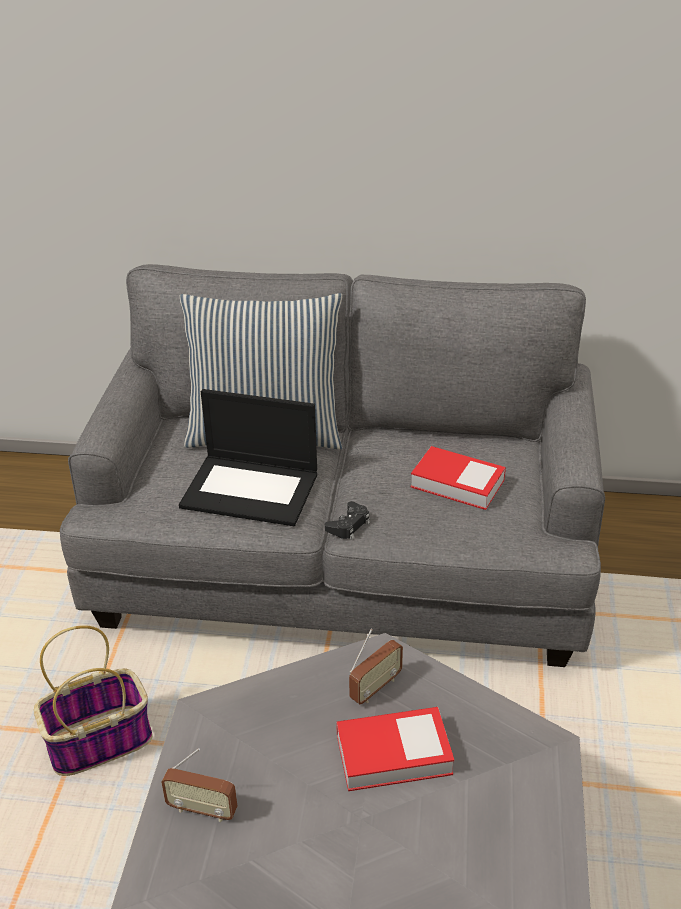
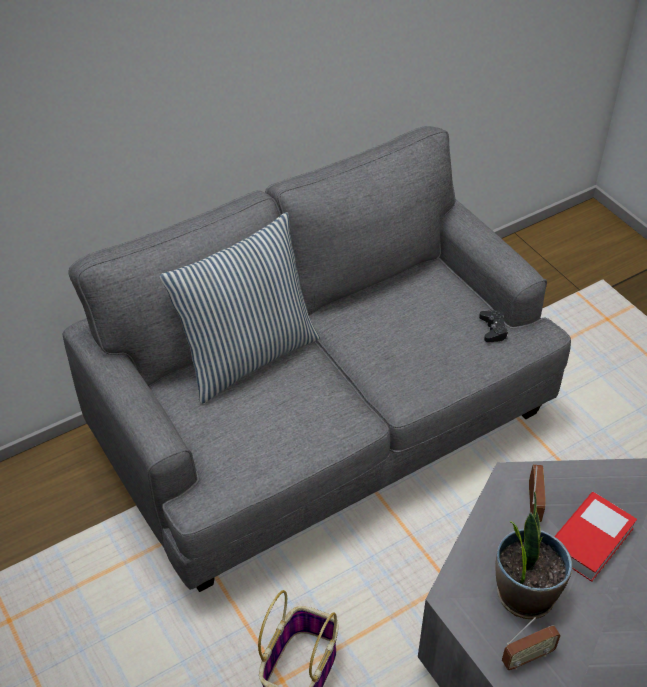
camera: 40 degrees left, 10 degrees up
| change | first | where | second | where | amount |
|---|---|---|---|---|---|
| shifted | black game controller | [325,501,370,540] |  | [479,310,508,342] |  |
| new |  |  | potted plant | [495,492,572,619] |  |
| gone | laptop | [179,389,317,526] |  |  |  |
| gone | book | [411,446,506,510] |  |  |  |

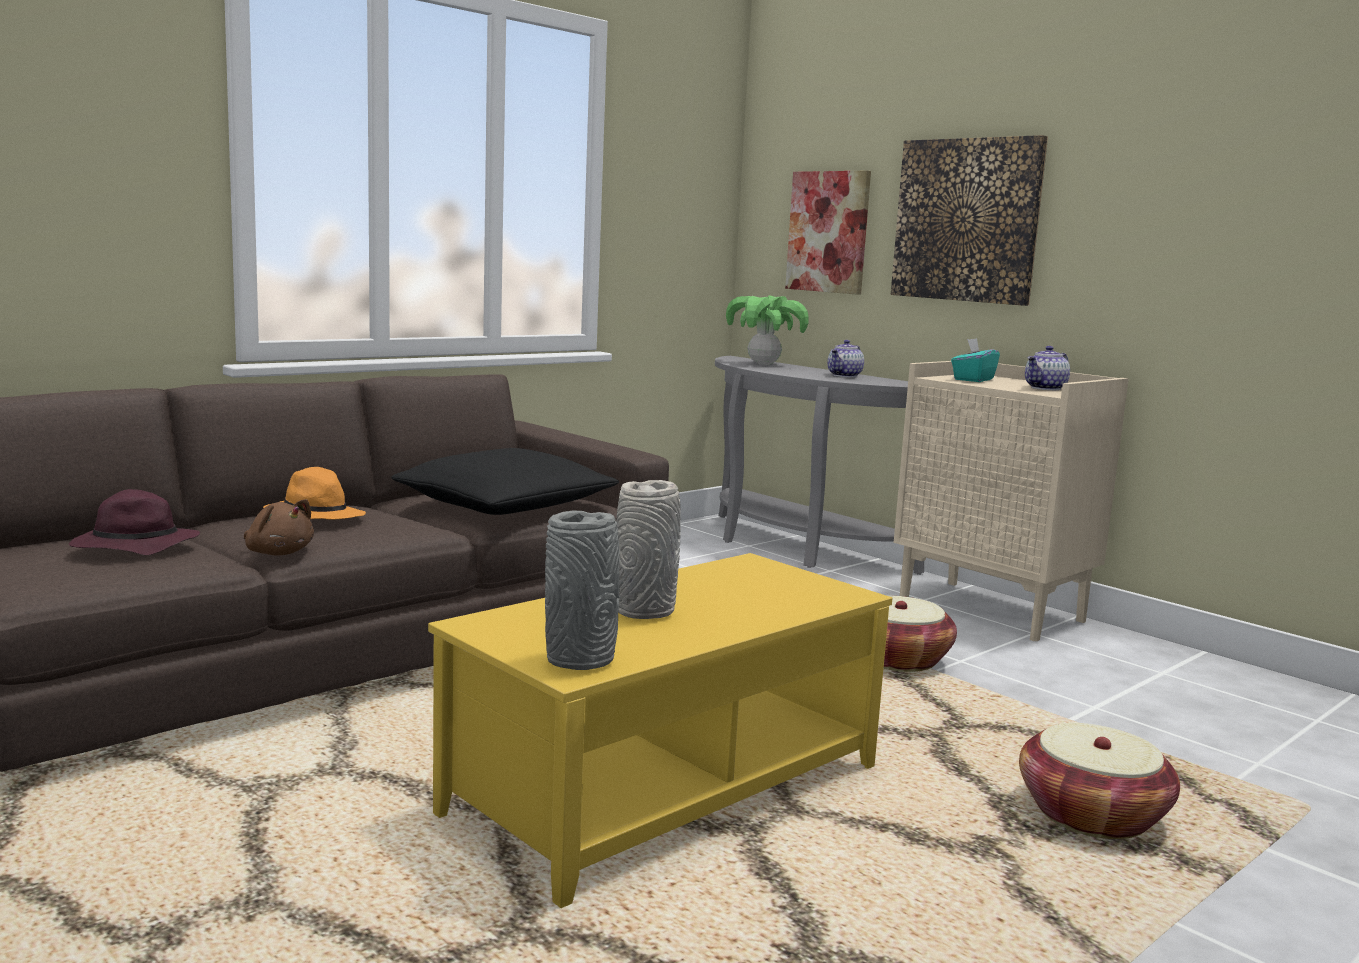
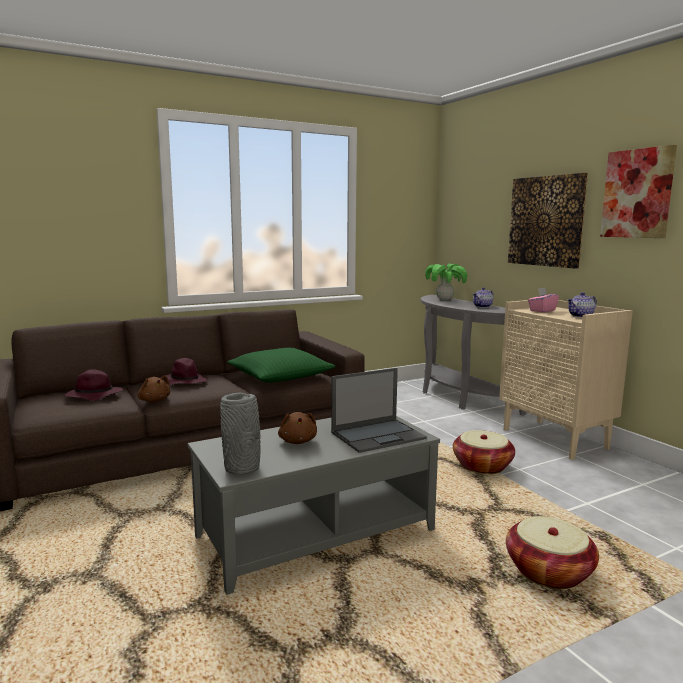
camera: 15 degrees right, 0 degrees up
| change | first | where | second | where | amount |
|---|---|---|---|---|---|
| repainted | orange hat | [263,467,366,519] | purple hat | [161,358,208,385] |  |
| repainted | yellow coffee table | [428,553,892,908] | grey coffee table | [188,416,440,595] |  |
| repainted | black pillow | [392,448,619,515] | green pillow | [227,348,335,383] |  |
| swapped | grey vase | [616,480,681,619] | brown plush toy | [278,412,317,444] |  |
| new |  |  | laptop | [331,368,427,453] |  |
| repainted | turquoise tissue box | [951,338,1000,382] | pink tissue box | [528,288,559,312] |  |
| shifted | picture | [785,171,871,295] |  | [600,145,677,238] |  |

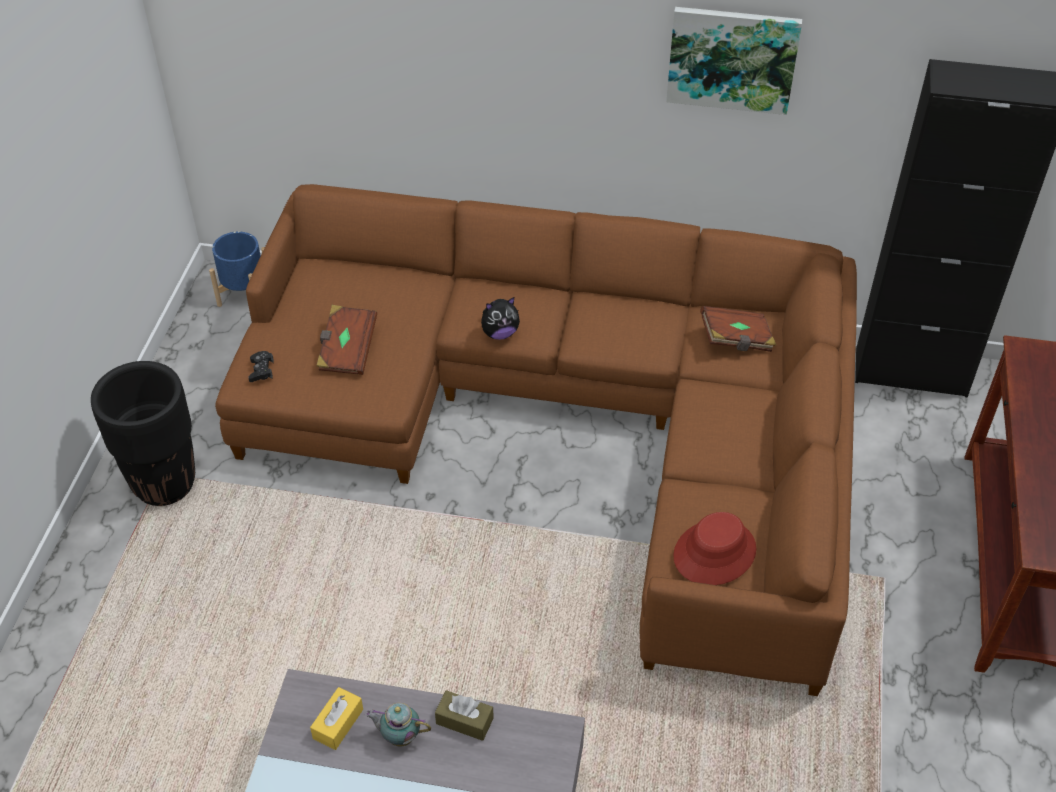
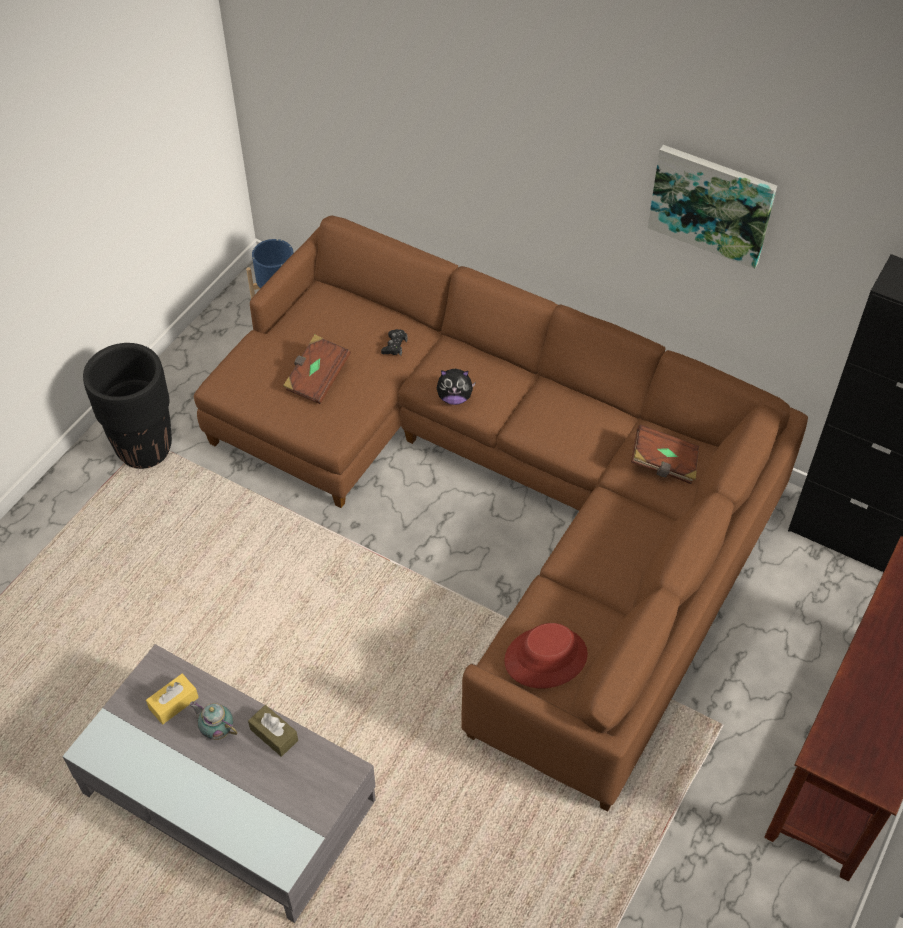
camera: 20 degrees right, 5 degrees up
| change | first | where | second | where | amount |
|---|---|---|---|---|---|
| shifted | black game controller | [248,351,274,382] |  | [381,329,408,356] |  |

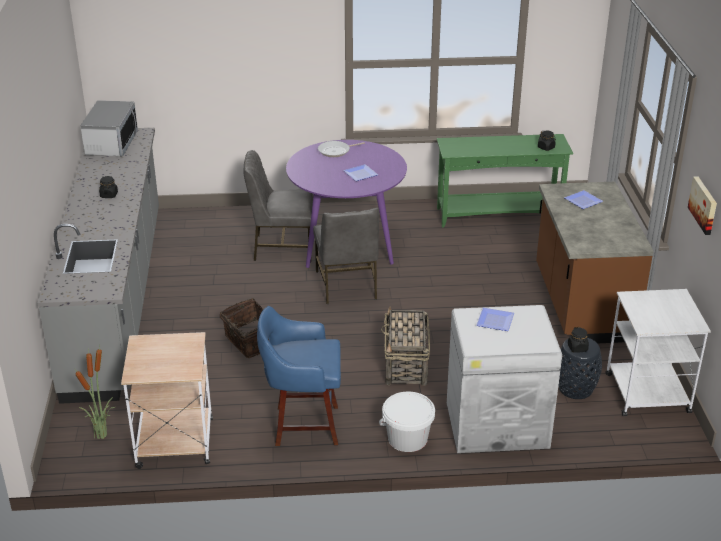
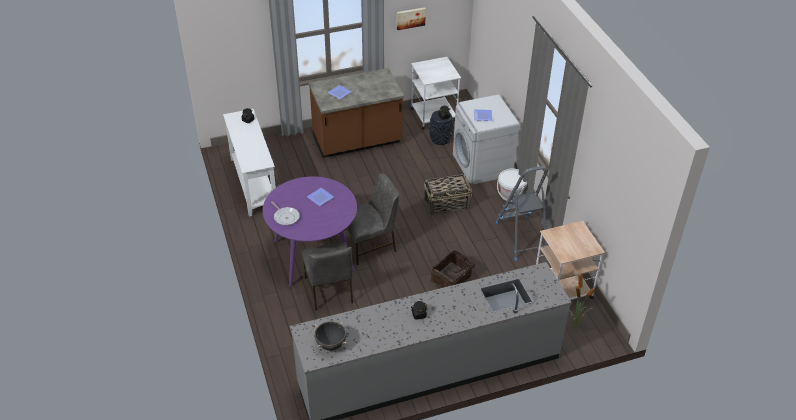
camera: 105 degrees left, 10 degrees up
| change | first | where | second | where | amount |
|---|---|---|---|---|---|
| repainted | green console table | [437,134,573,228] | white console table | [223,109,276,217] |  |
| swapped | microwave | [80,100,138,156] | black cooking pot | [315,321,346,351] |  |
| swapped | blue stool | [257,306,341,446] | grey step ladder | [496,166,548,261] |  |

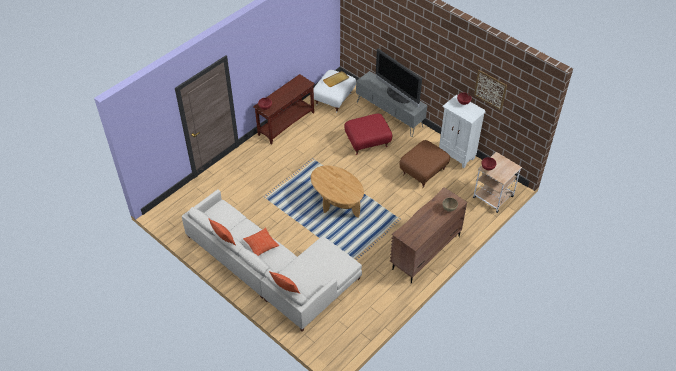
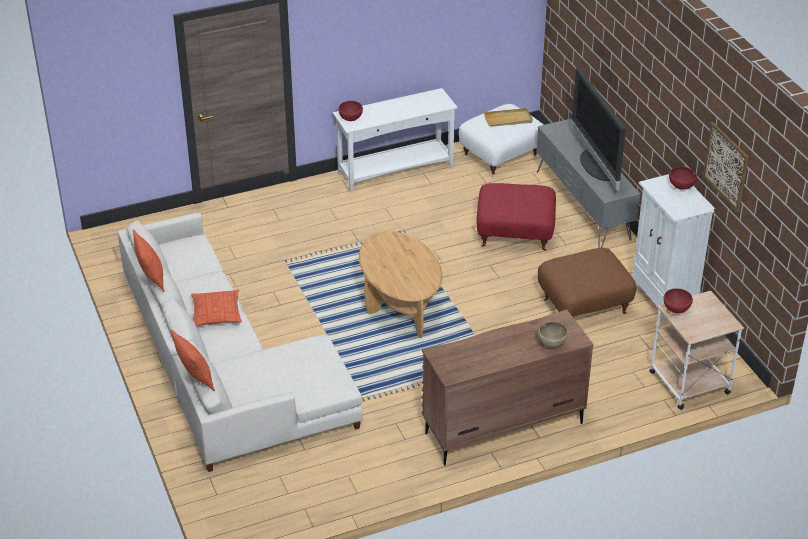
camera: 25 degrees right, 10 degrees down
| change | first | where | second | where | amount |
|---|---|---|---|---|---|
| repainted | brown console table | [253,74,315,145] | white console table | [333,88,458,192] |  |

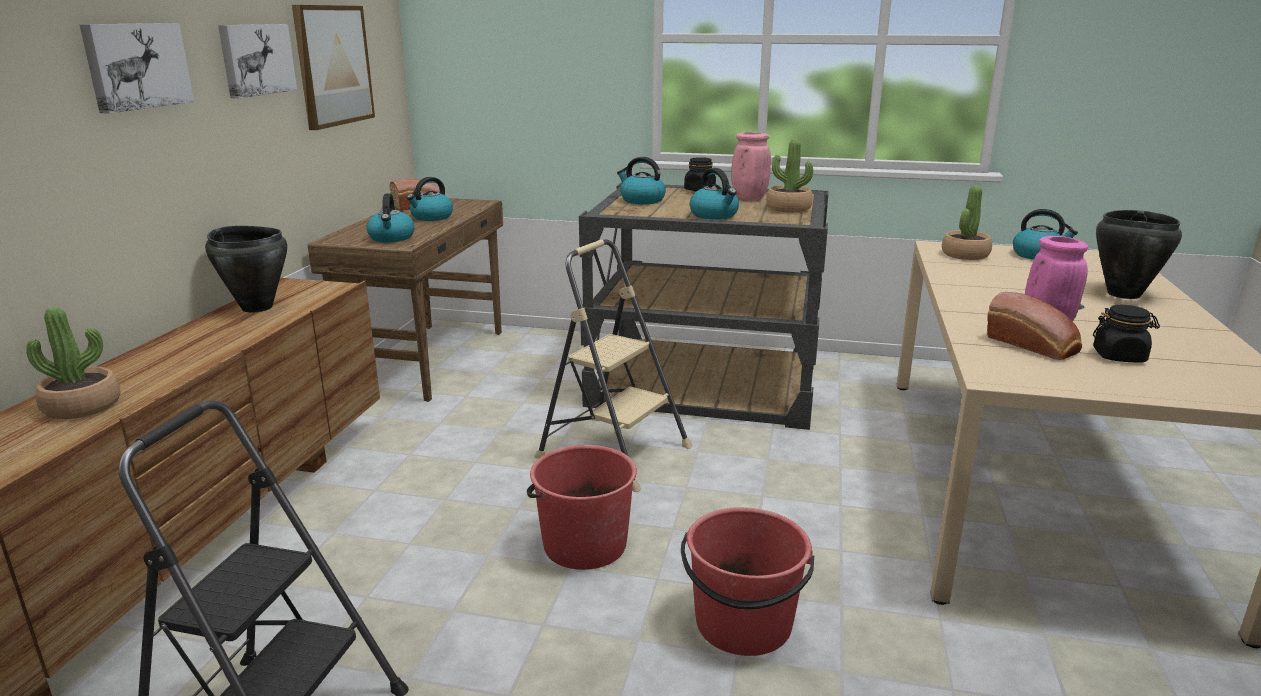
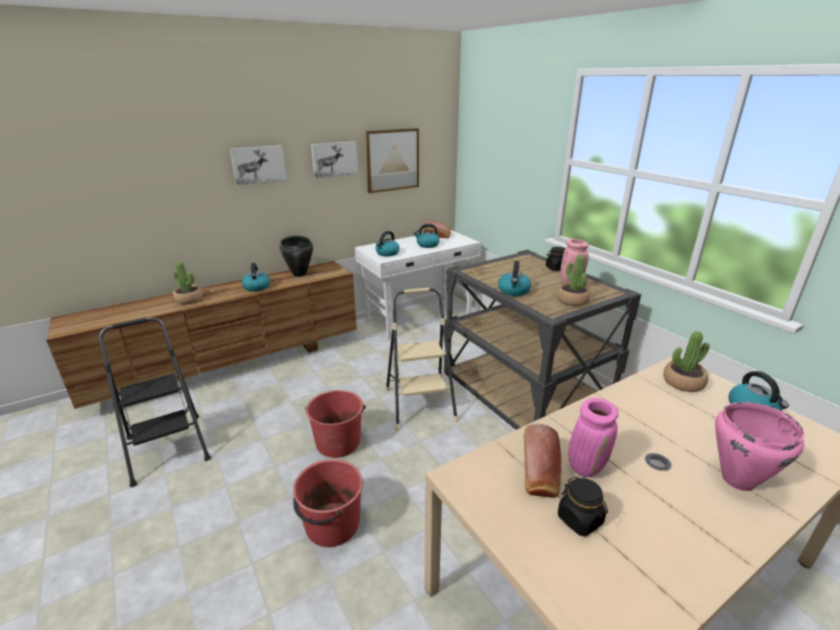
camera: 45 degrees right, 5 degrees up
| change | first | where | second | where | amount |
|---|---|---|---|---|---|
| shifted | kettle | [617,157,666,204] |  | [242,263,270,292] |  |
| repainted | brown console table | [308,198,503,402] | white console table | [355,230,481,339] |  |
| repainted | black cooking pot | [1096,210,1182,299] | pink cooking pot | [715,402,804,491] |  |

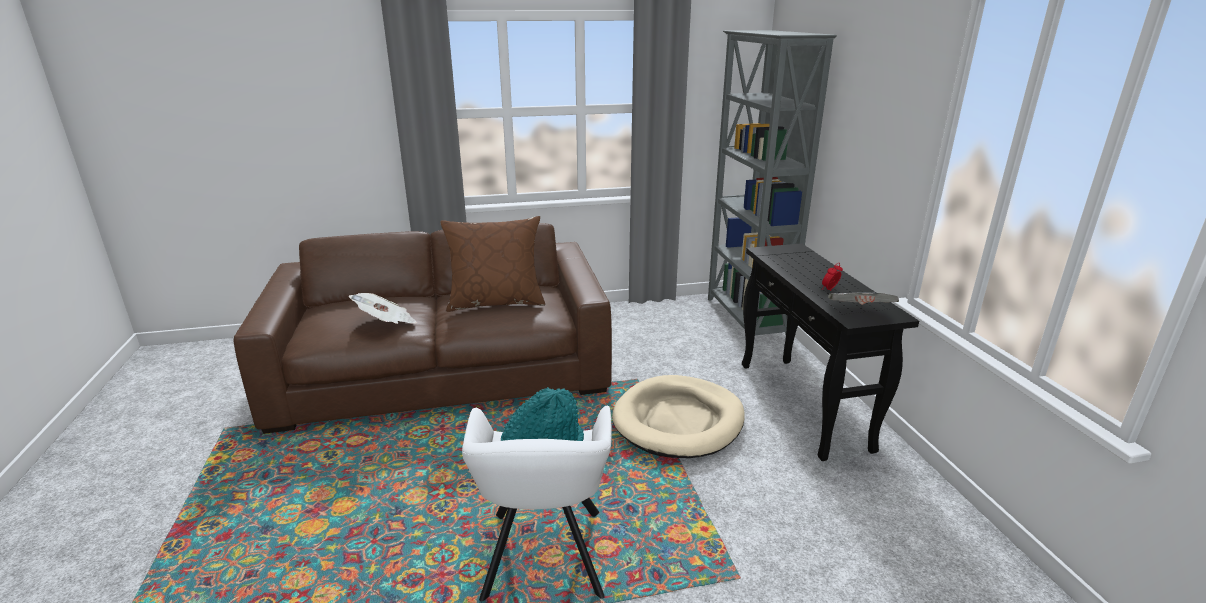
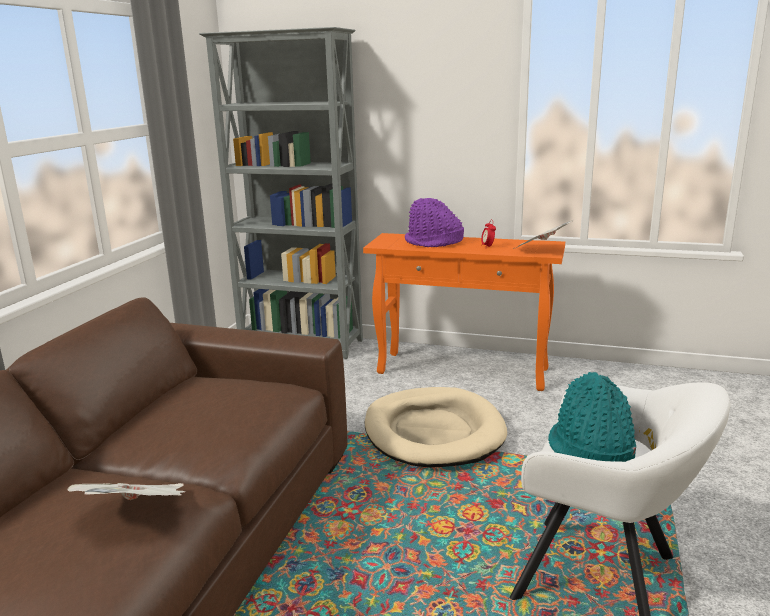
camera: 60 degrees left, 5 degrees down
| change | first | where | second | where | amount |
|---|---|---|---|---|---|
| repainted | black console table | [742,243,919,461] | orange console table | [363,233,565,391] |  |
| new |  |  | purple hat | [405,198,464,247] |  |
| gone | brown pillow | [440,216,545,312] |  |  |  |

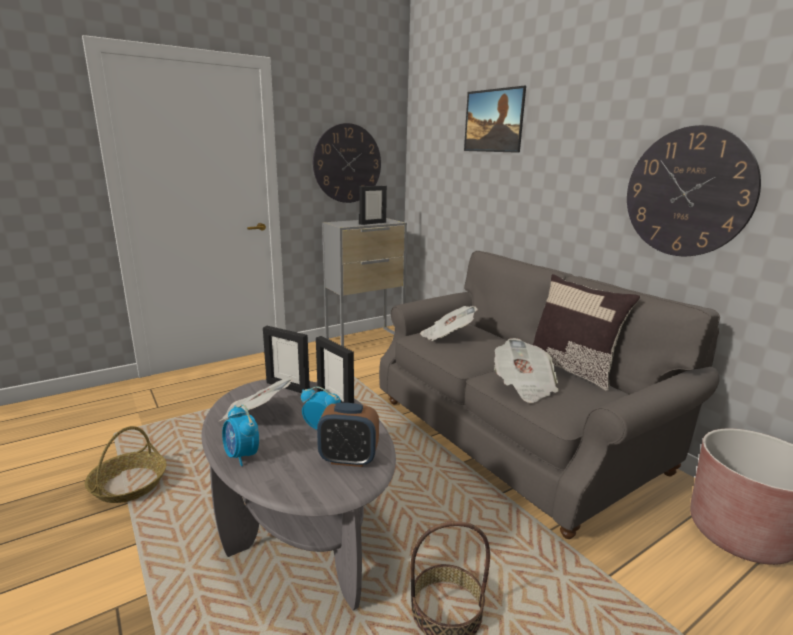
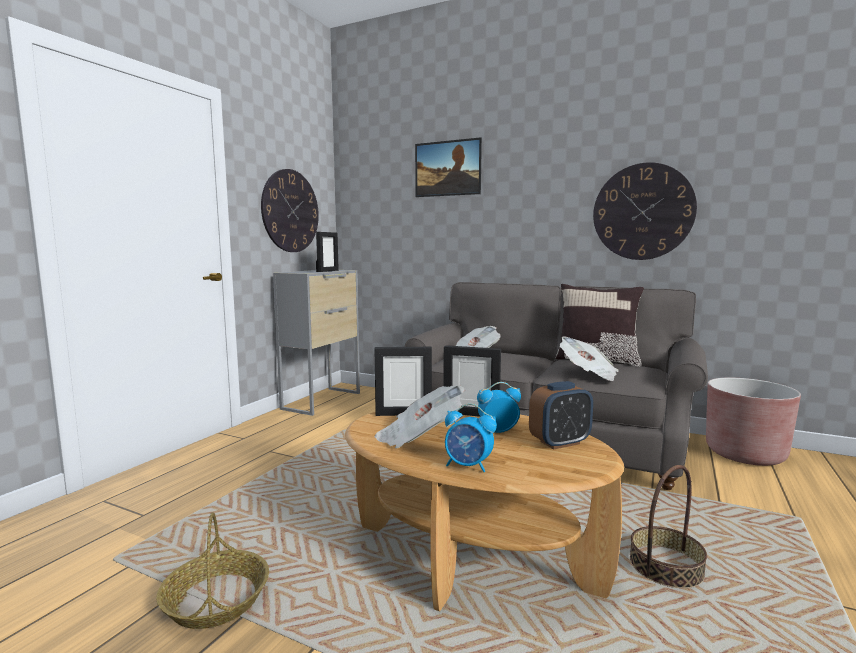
camera: 30 degrees left, 10 degrees down
| change | first | where | second | where | amount |
|---|---|---|---|---|---|
| repainted | grey coffee table | [201,379,396,611] | brown coffee table | [345,412,624,612] |  |

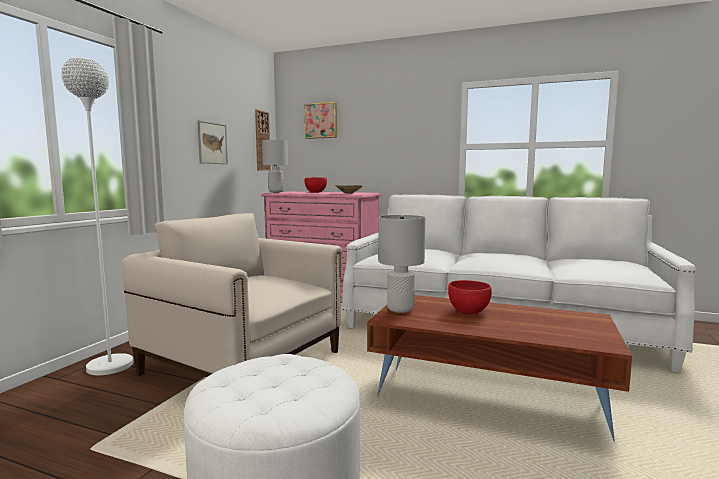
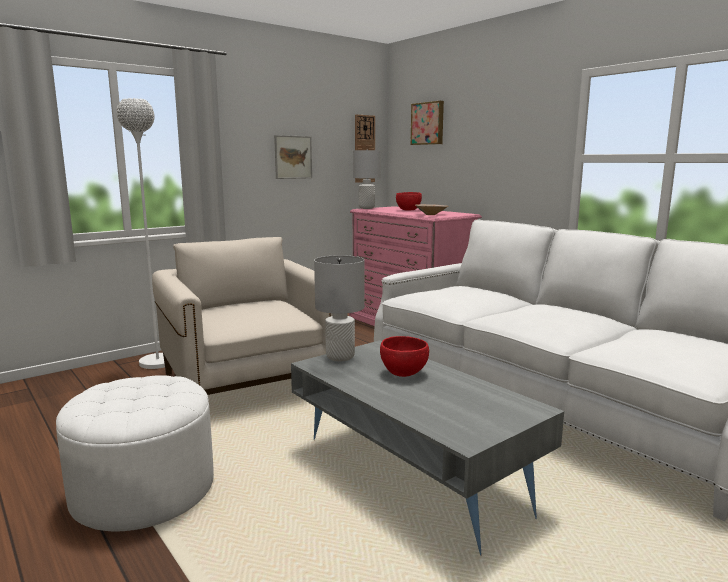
camera: 30 degrees right, 5 degrees up
| change | first | where | second | where | amount |
|---|---|---|---|---|---|
| repainted | brown coffee table | [367,295,632,442] | grey coffee table | [291,340,564,556] |  |

